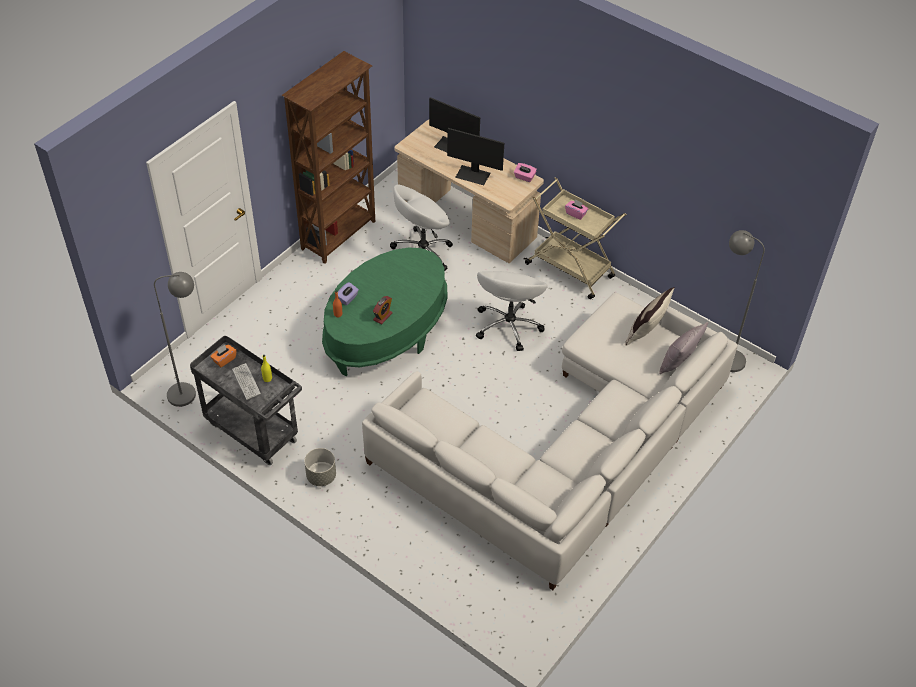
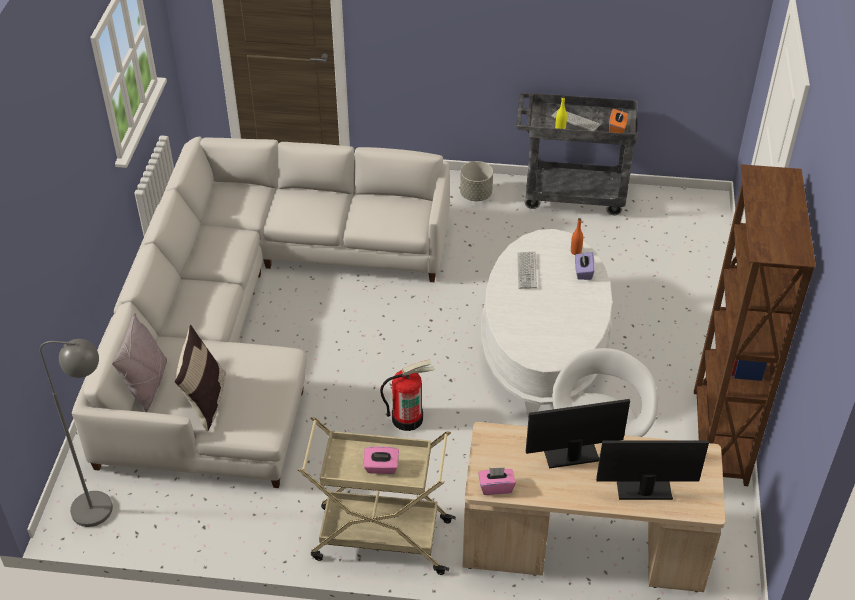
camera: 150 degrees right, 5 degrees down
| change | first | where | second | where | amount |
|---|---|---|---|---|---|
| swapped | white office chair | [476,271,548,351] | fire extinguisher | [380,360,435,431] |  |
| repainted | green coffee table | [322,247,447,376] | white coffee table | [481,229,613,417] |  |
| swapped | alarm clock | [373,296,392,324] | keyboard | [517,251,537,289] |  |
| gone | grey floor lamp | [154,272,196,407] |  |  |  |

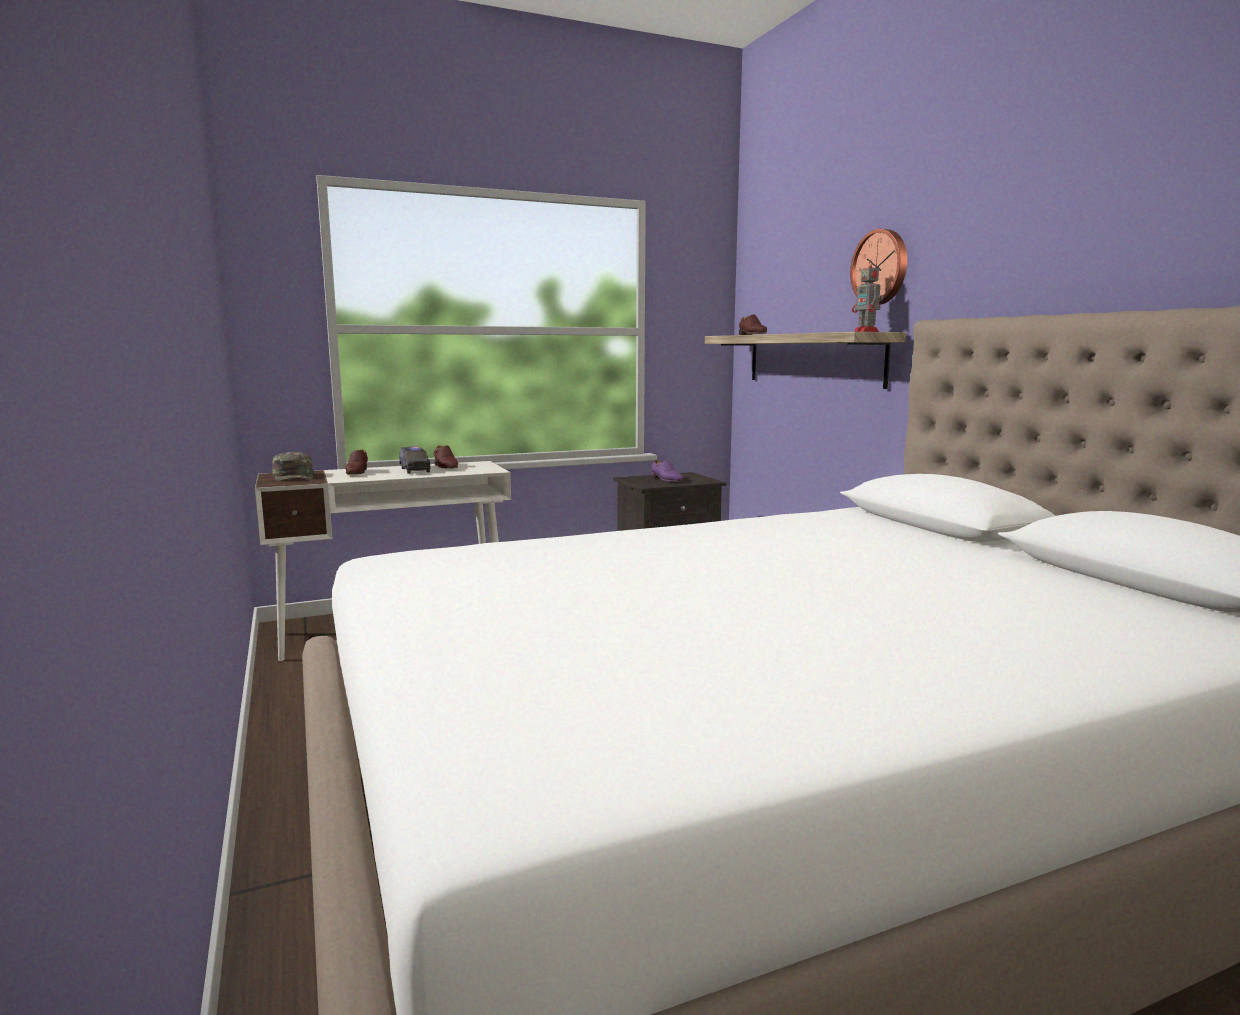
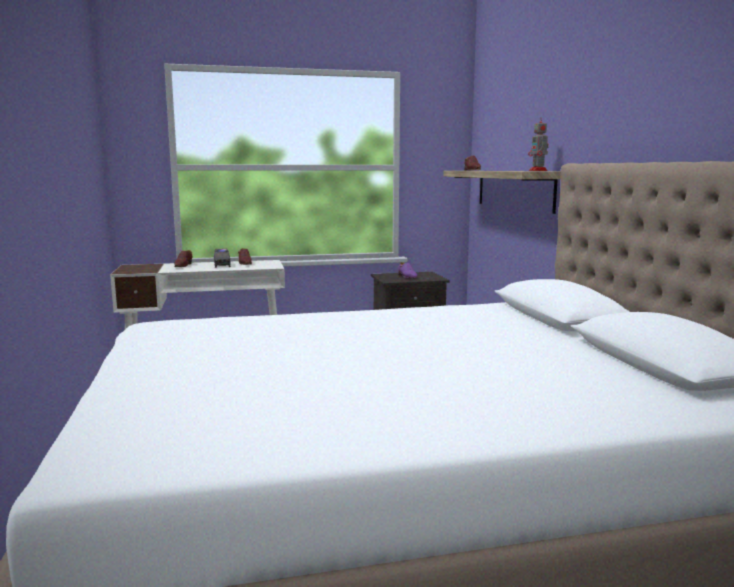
camera: 10 degrees right, 0 degrees up
| change | first | where | second | where | amount |
|---|---|---|---|---|---|
| gone | green cap | [272,452,313,481] |  |  |  |
| gone | wall clock | [850,229,907,305] |  |  |  |

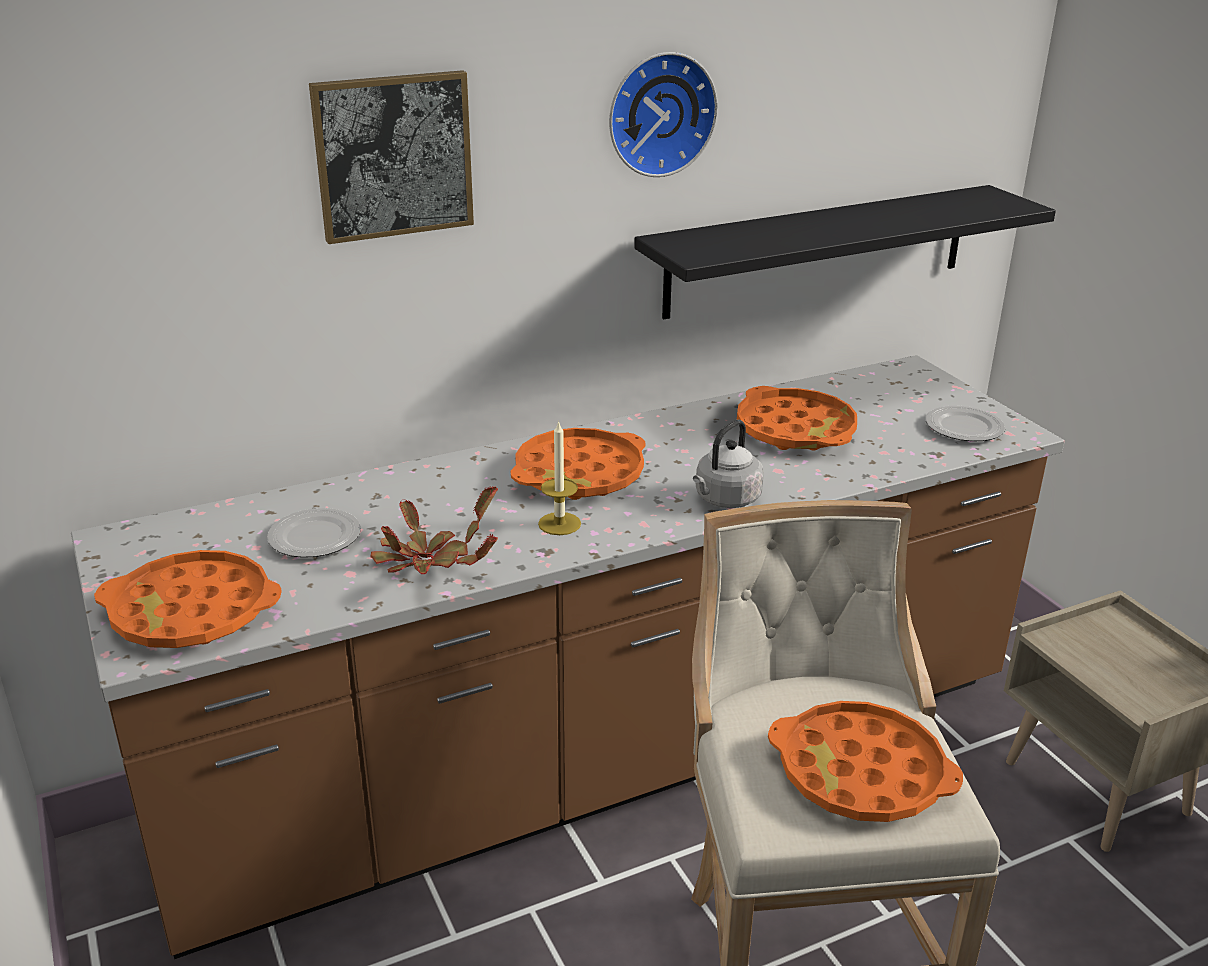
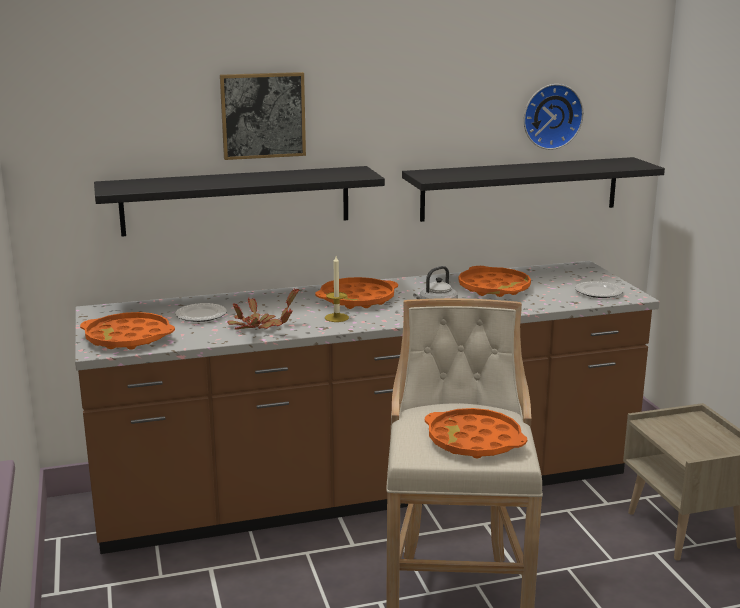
camera: 10 degrees right, 10 degrees down
| change | first | where | second | where | amount |
|---|---|---|---|---|---|
| new |  |  | black shelf | [94,166,385,237] |  |
| shifted | wall clock | [609,52,718,177] |  | [524,84,584,150] |  |

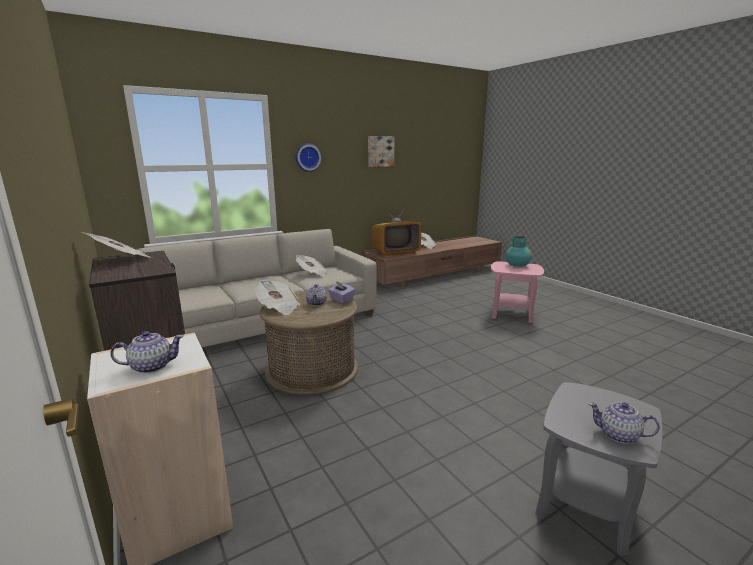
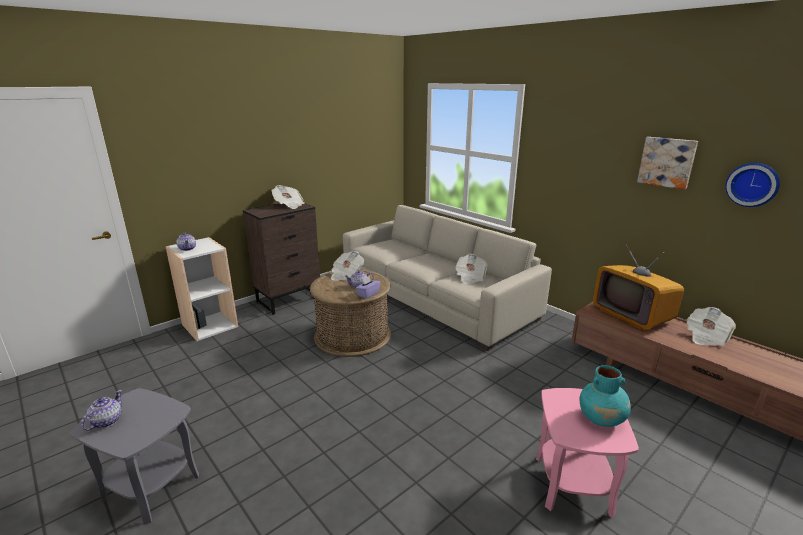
camera: 80 degrees right, 5 degrees up
| change | first | where | second | where | amount |
|---|---|---|---|---|---|
| shifted | wall clock | [296,143,321,172] |  | [725,163,780,207] |  |

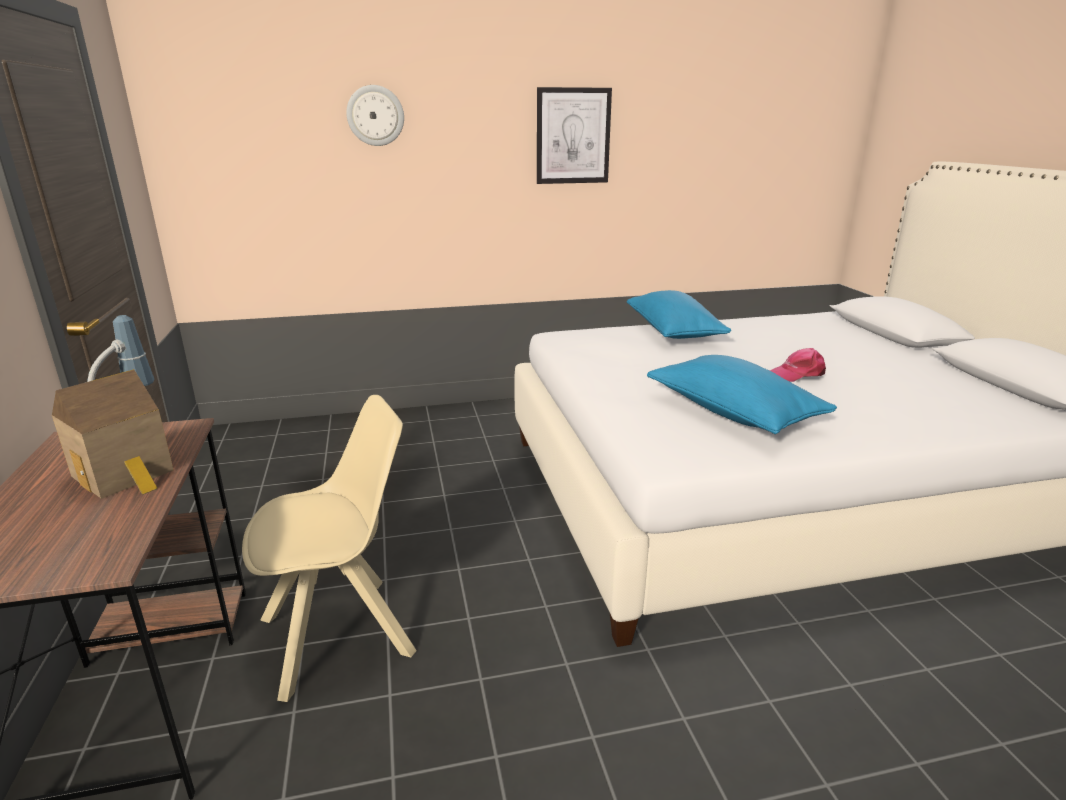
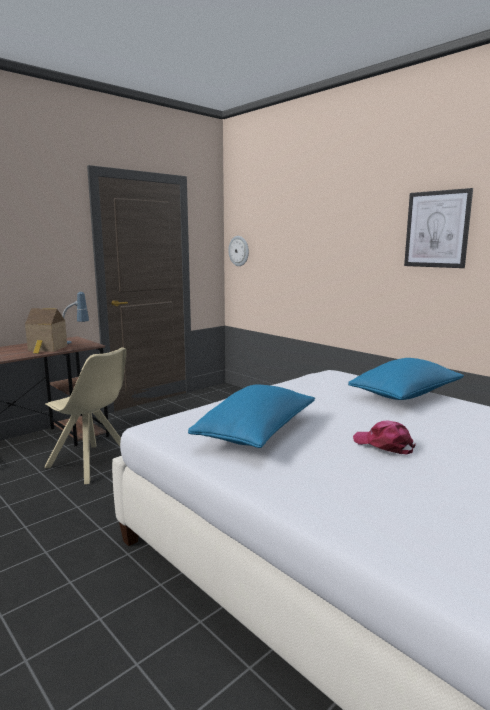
camera: 60 degrees right, 10 degrees down
| change | first | where | second | where | amount |
|---|---|---|---|---|---|
| shifted | wall clock | [346,85,404,146] |  | [228,236,249,266] |  |

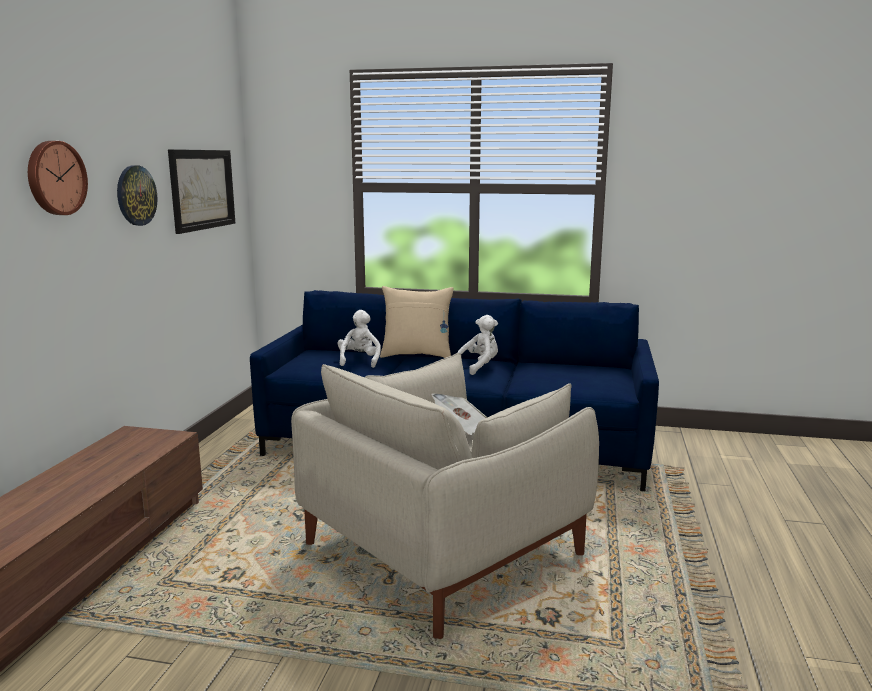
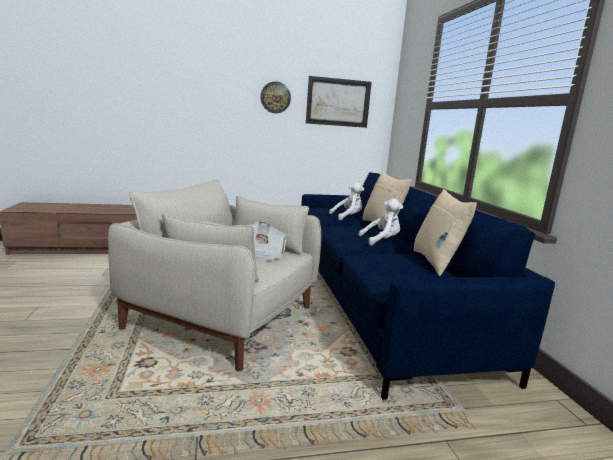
camera: 65 degrees right, 0 degrees up
| change | first | where | second | where | amount |
|---|---|---|---|---|---|
| rotated | white plush toy | [457,315,498,375] |  | [358,199,403,246] | 45 degrees counterclockwise |
| new |  |  | beige pillow | [414,189,477,276] |  |
| gone | wall clock | [28,141,88,215] |  |  |  |

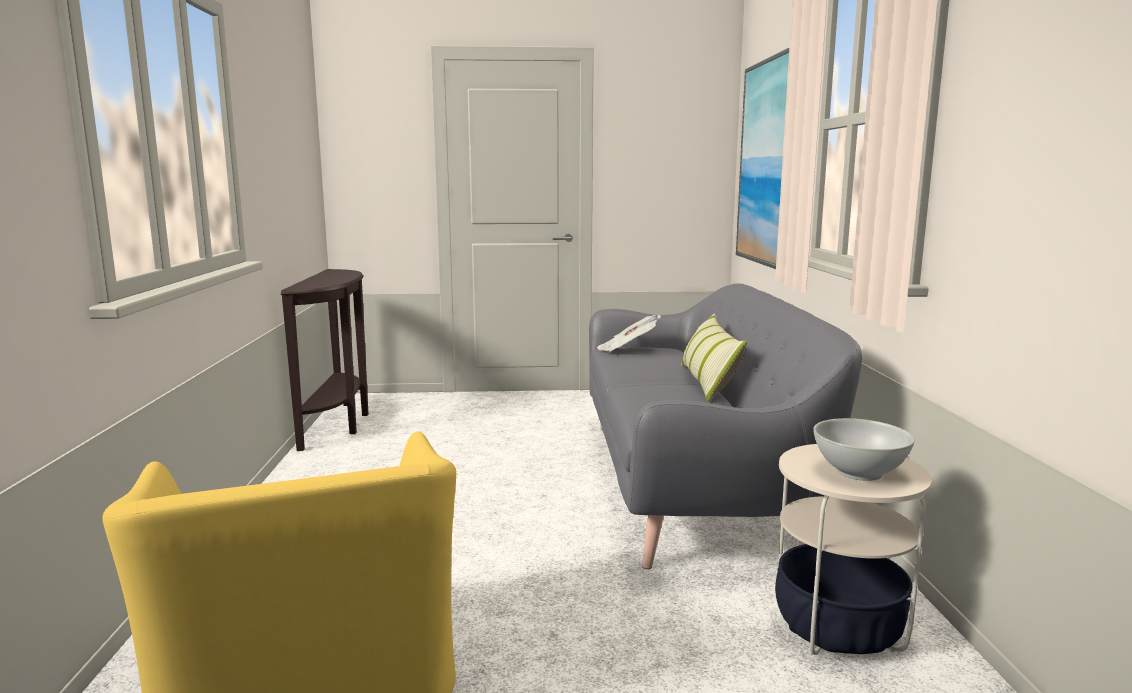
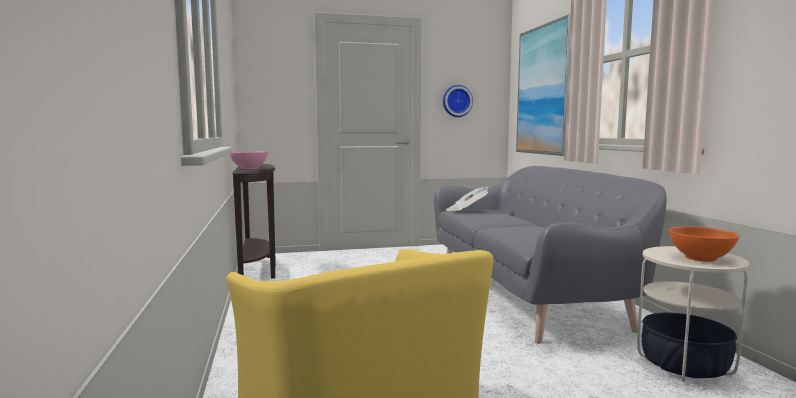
camera: 10 degrees left, 5 degrees down
| change | first | where | second | where | amount |
|---|---|---|---|---|---|
| new |  |  | pink bowl | [230,151,268,169] |  |
| new |  |  | wall clock | [443,85,473,117] |  |
| repainted | white bowl | [813,418,915,481] | orange bowl | [669,226,739,262] |  |
| gone | pillow | [681,313,747,402] |  |  |  |

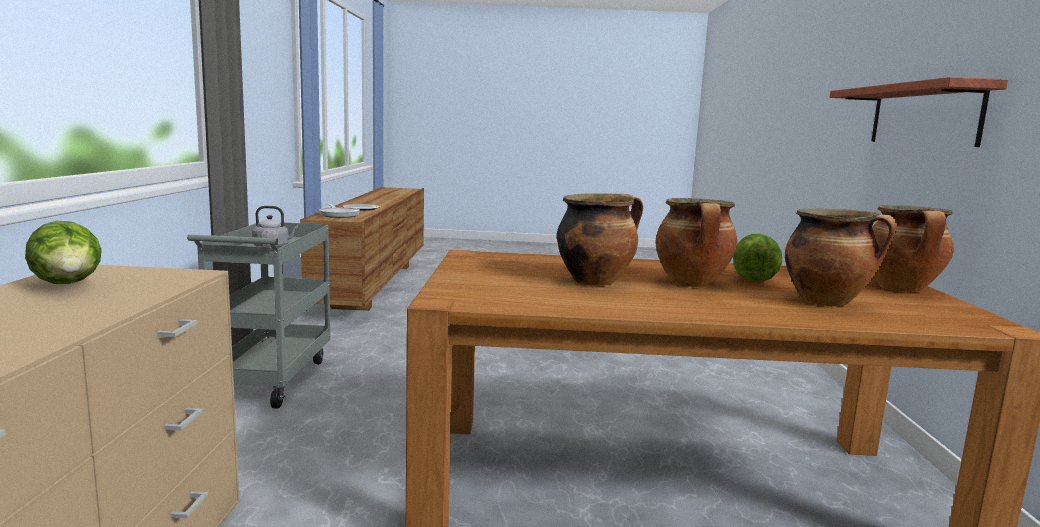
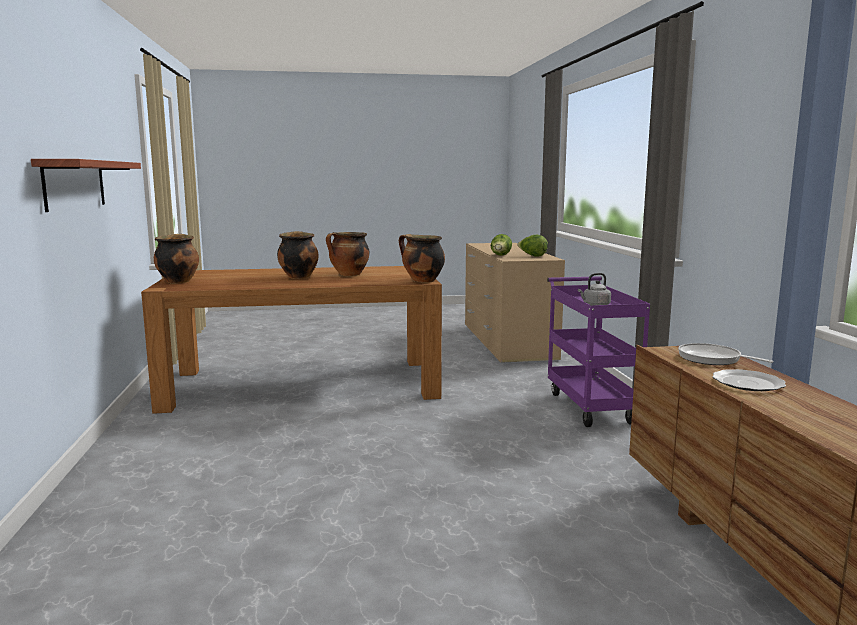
camera: 170 degrees right, 0 degrees up
| change | first | where | second | where | amount |
|---|---|---|---|---|---|
| shifted | cooking pot | [785,209,897,307] |  | [399,234,445,282] |  |
| shifted | lettuce | [733,234,782,282] |  | [491,234,512,256] |  |
| repainted | grey cart | [187,223,330,409] | purple cart | [547,276,650,427] |  |

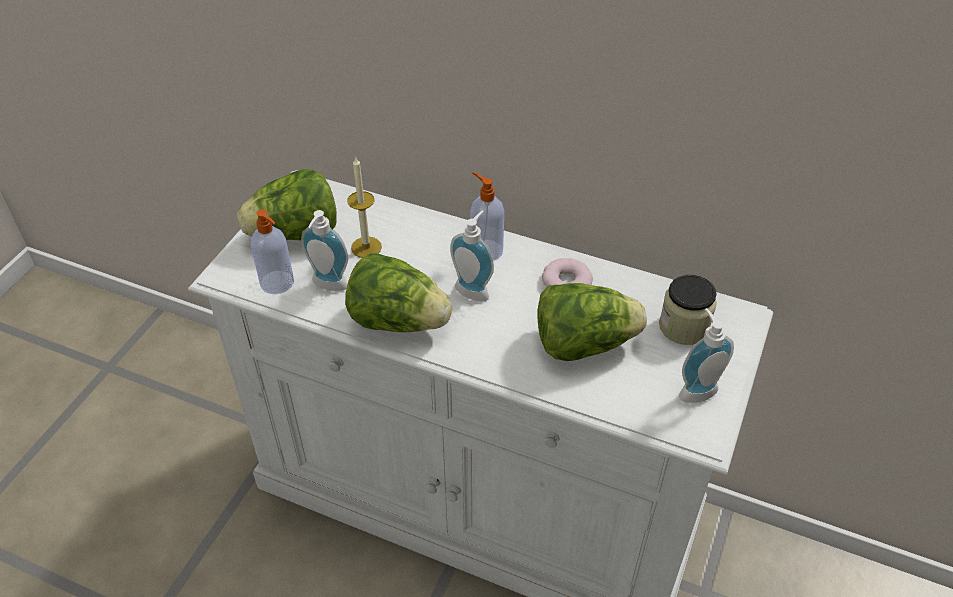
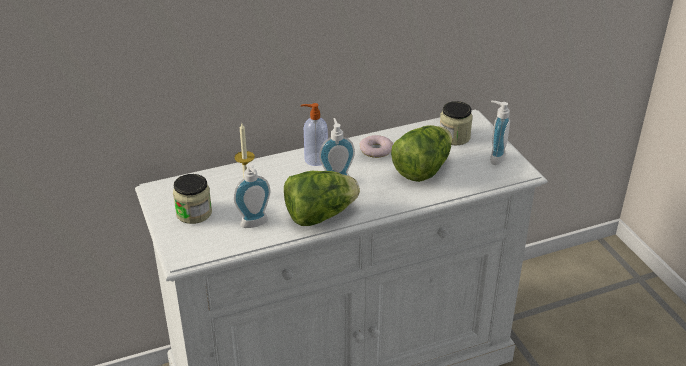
camera: 45 degrees left, 10 degrees down
| change | first | where | second | where | amount |
|---|---|---|---|---|---|
| swapped | lettuce | [237,169,337,240] | jar | [173,174,212,224] |  |
| gone | soap dispenser | [251,209,294,294] |  |  |  |

